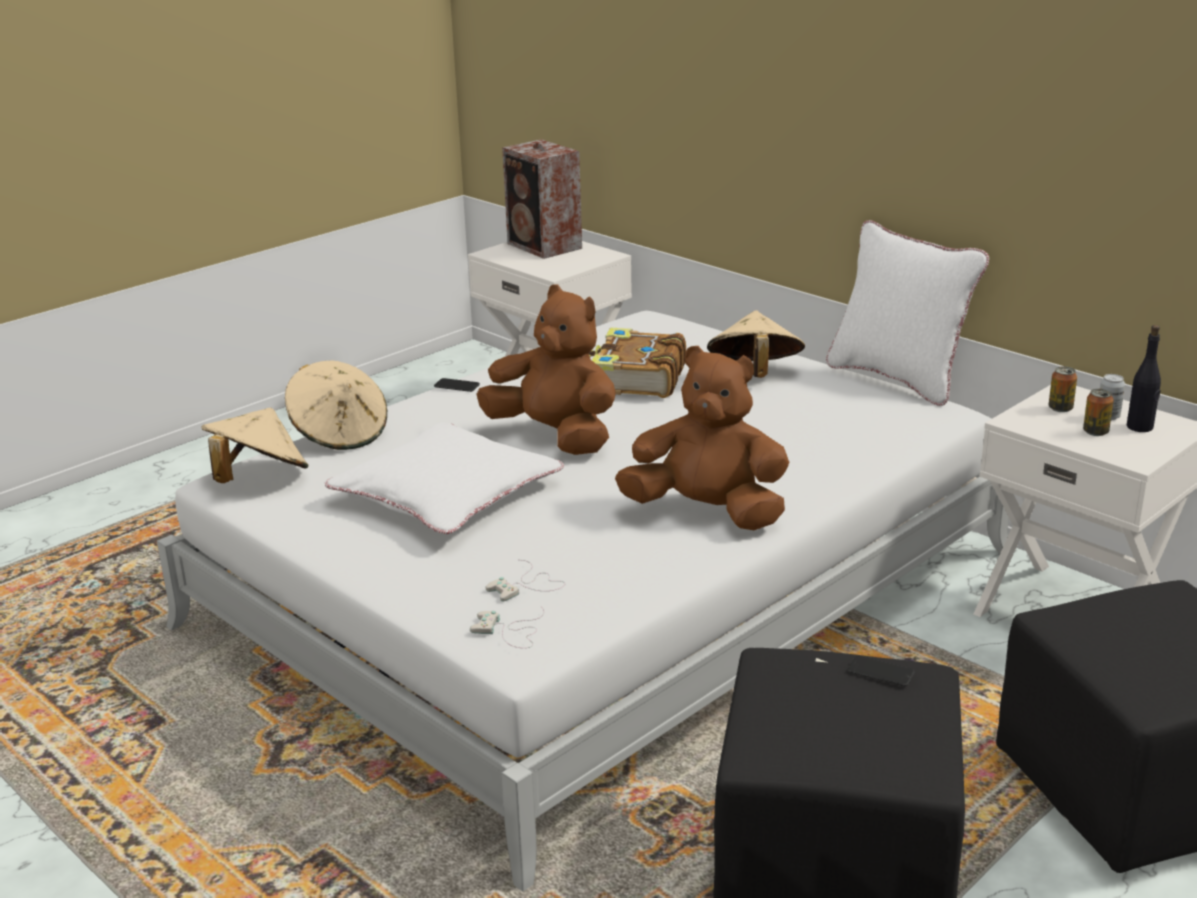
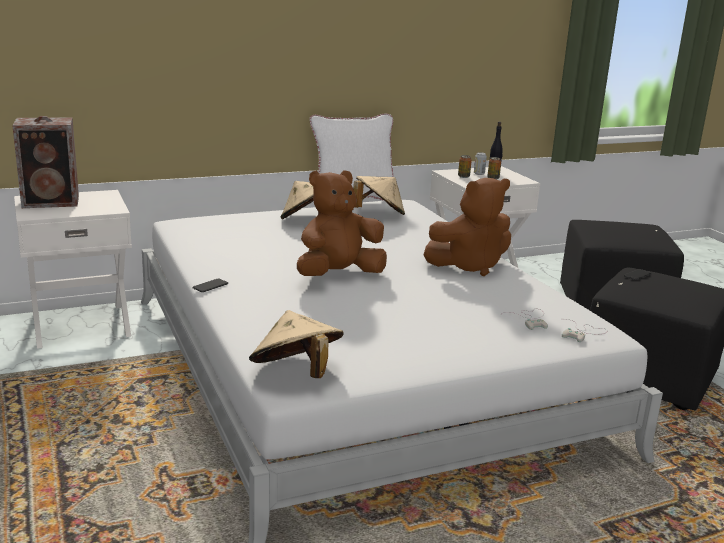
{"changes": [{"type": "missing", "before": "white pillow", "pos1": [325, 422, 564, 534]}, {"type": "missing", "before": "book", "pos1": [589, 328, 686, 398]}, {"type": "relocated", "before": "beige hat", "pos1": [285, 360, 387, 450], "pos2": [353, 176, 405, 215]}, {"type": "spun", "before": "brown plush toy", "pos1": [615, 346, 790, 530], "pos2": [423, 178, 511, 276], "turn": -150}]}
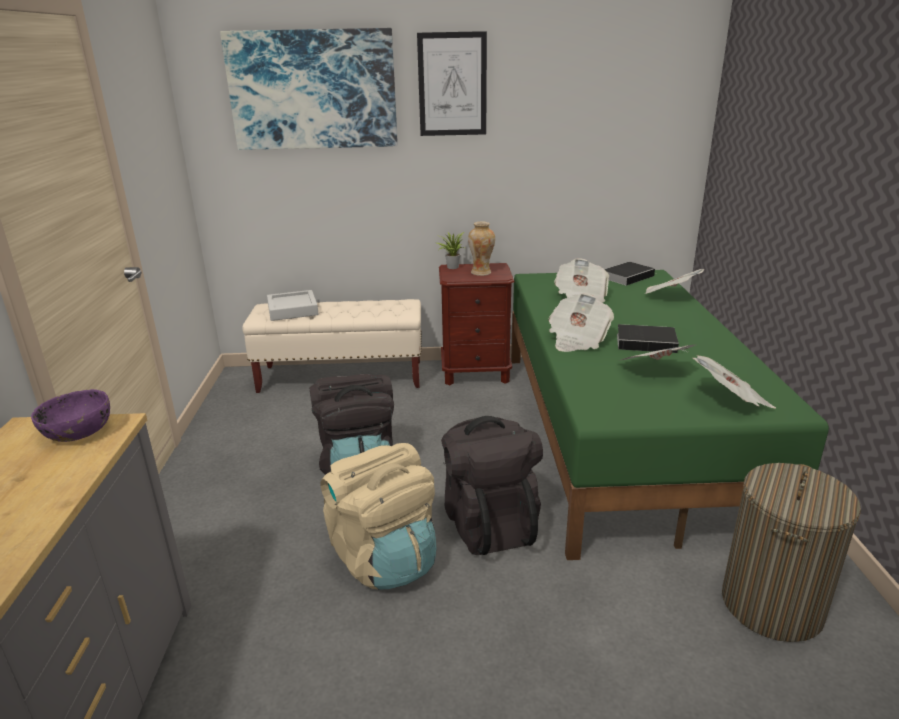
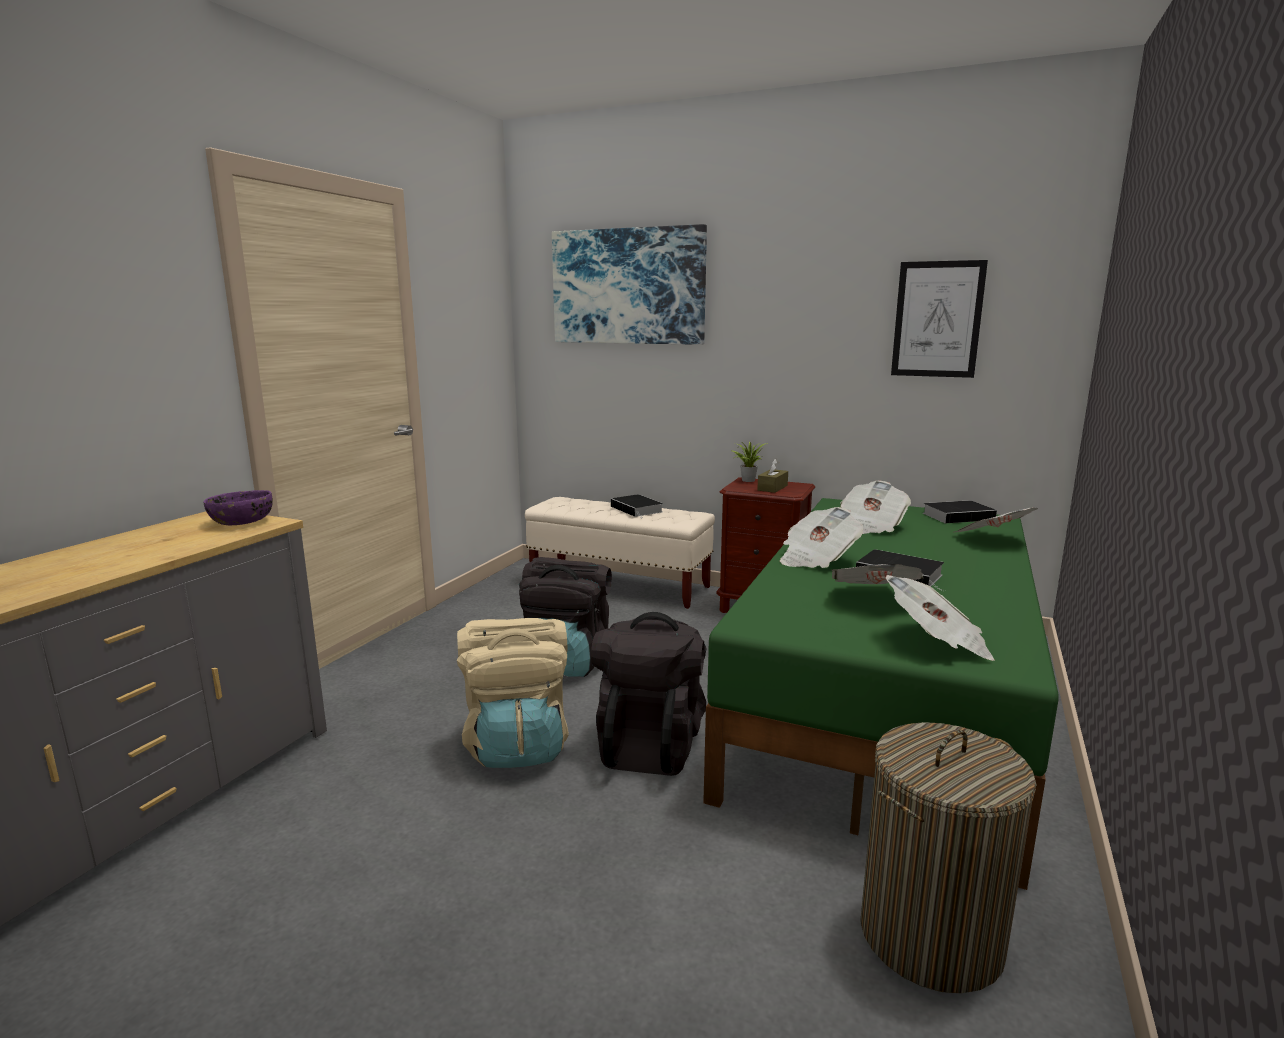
{"changes": [{"type": "missing", "before": "grey tray", "pos1": [267, 290, 318, 321]}, {"type": "appeared", "after": "book", "pos2": [611, 494, 663, 518]}, {"type": "relocated", "before": "picture", "pos1": [417, 31, 487, 136], "pos2": [891, 260, 988, 378]}, {"type": "exchanged", "before": "vase", "after": "brown tissue box", "pos1": [468, 222, 495, 276], "pos2": [757, 458, 788, 493]}]}
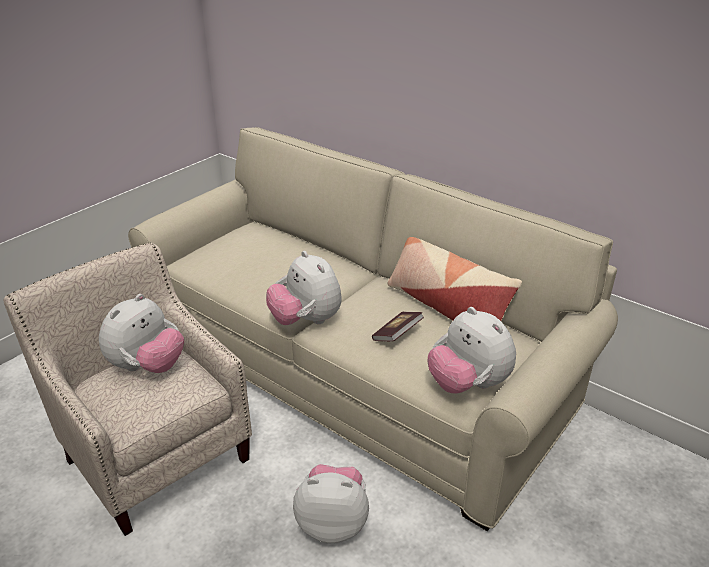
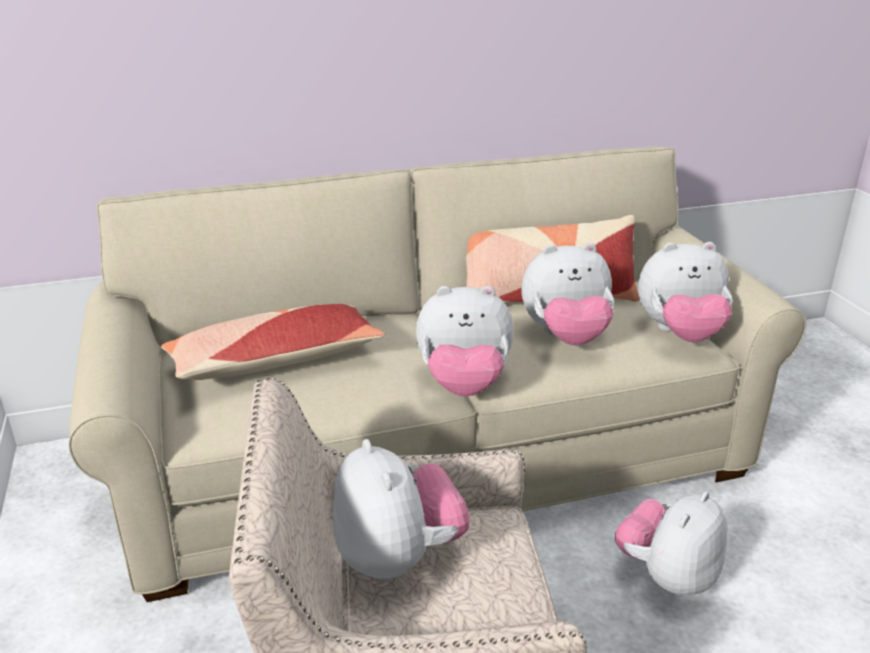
{"changes": [{"type": "appeared", "after": "pillow", "pos2": [161, 304, 386, 380]}, {"type": "exchanged", "before": "book", "after": "plush toy", "pos1": [372, 312, 424, 342], "pos2": [521, 243, 614, 345]}]}
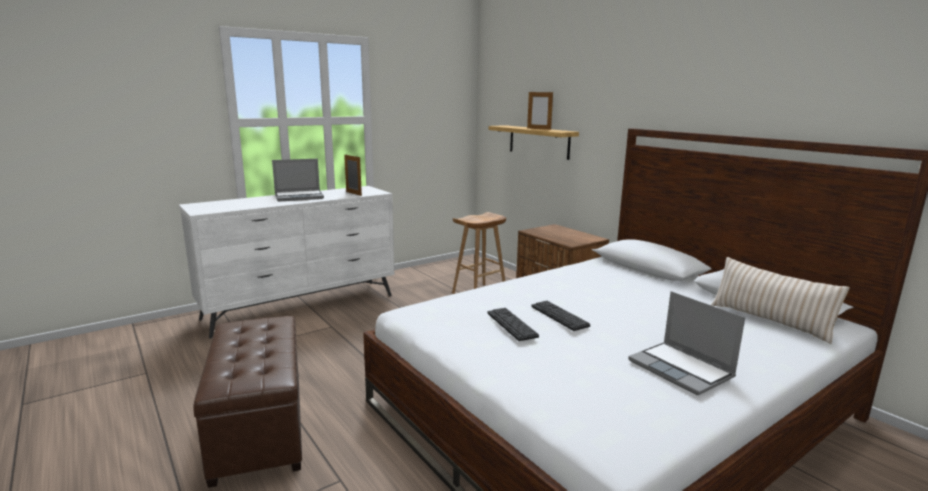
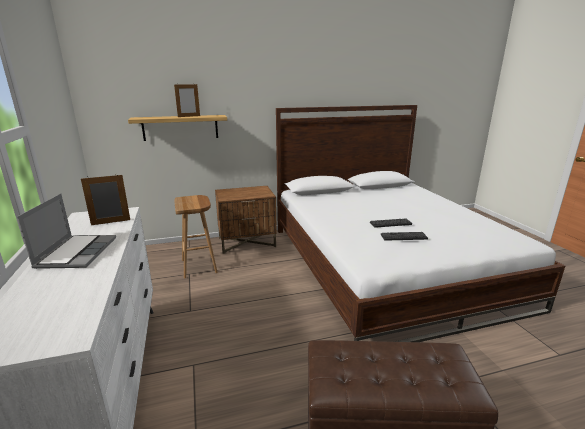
{"changes": [{"type": "missing", "before": "laptop", "pos1": [628, 291, 745, 395]}, {"type": "missing", "before": "beige pillow", "pos1": [711, 257, 850, 344]}]}
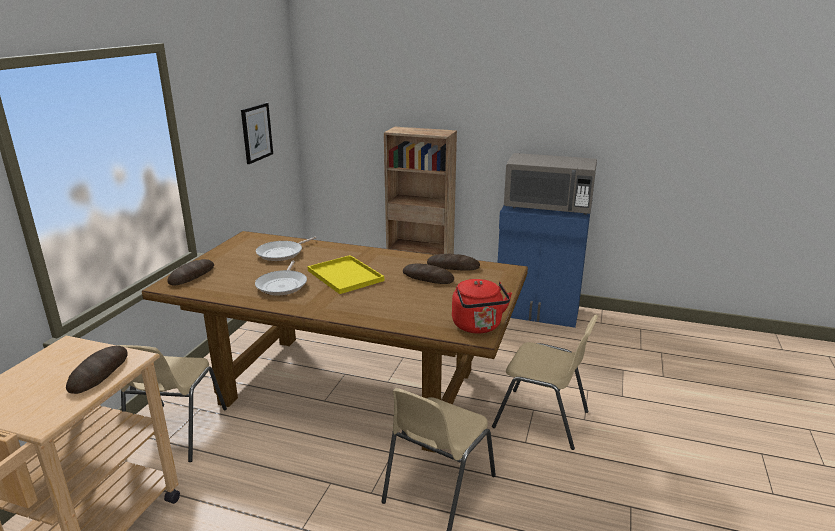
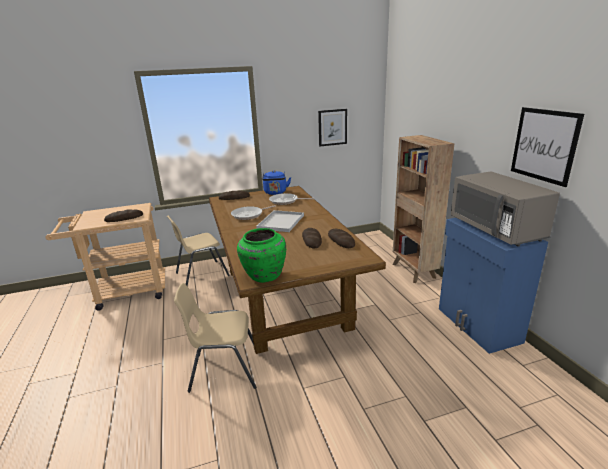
{"changes": [{"type": "missing", "before": "beige chair", "pos1": [492, 315, 598, 450]}, {"type": "appeared", "after": "blue kettle", "pos2": [262, 170, 291, 195]}, {"type": "appeared", "after": "picture", "pos2": [511, 107, 584, 187]}, {"type": "exchanged", "before": "red kettle", "after": "green vase", "pos1": [452, 279, 512, 333], "pos2": [237, 228, 286, 283]}, {"type": "colour", "before": "yellow tray", "after": "white tray", "pos1": [307, 255, 384, 294], "pos2": [256, 210, 304, 232]}]}
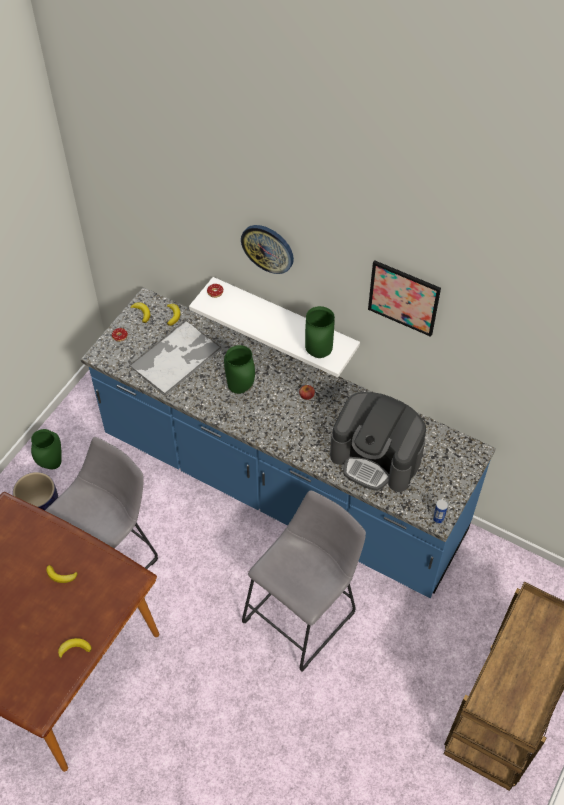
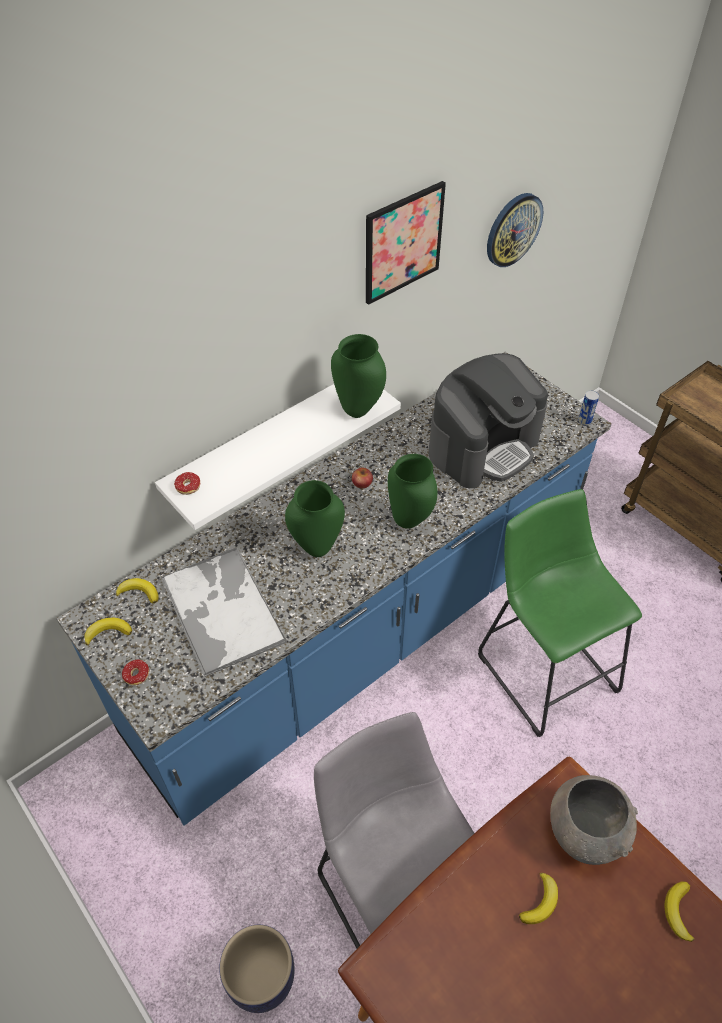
{"changes": [{"type": "appeared", "after": "grey bowl", "pos2": [550, 775, 638, 865]}, {"type": "relocated", "before": "green vase", "pos1": [31, 429, 62, 469], "pos2": [388, 454, 437, 529]}, {"type": "relocated", "before": "wall clock", "pos1": [241, 225, 294, 274], "pos2": [487, 193, 543, 267]}, {"type": "colour", "before": "grey stool", "after": "green stool", "pos1": [242, 491, 366, 671], "pos2": [478, 489, 642, 737]}]}
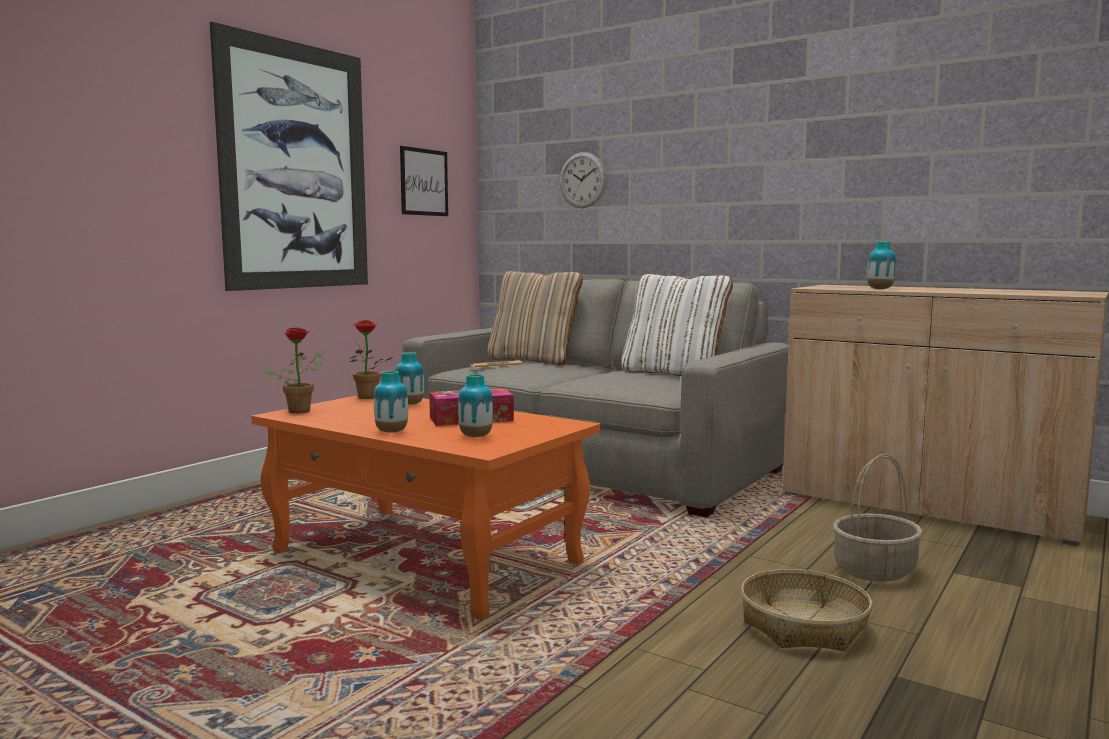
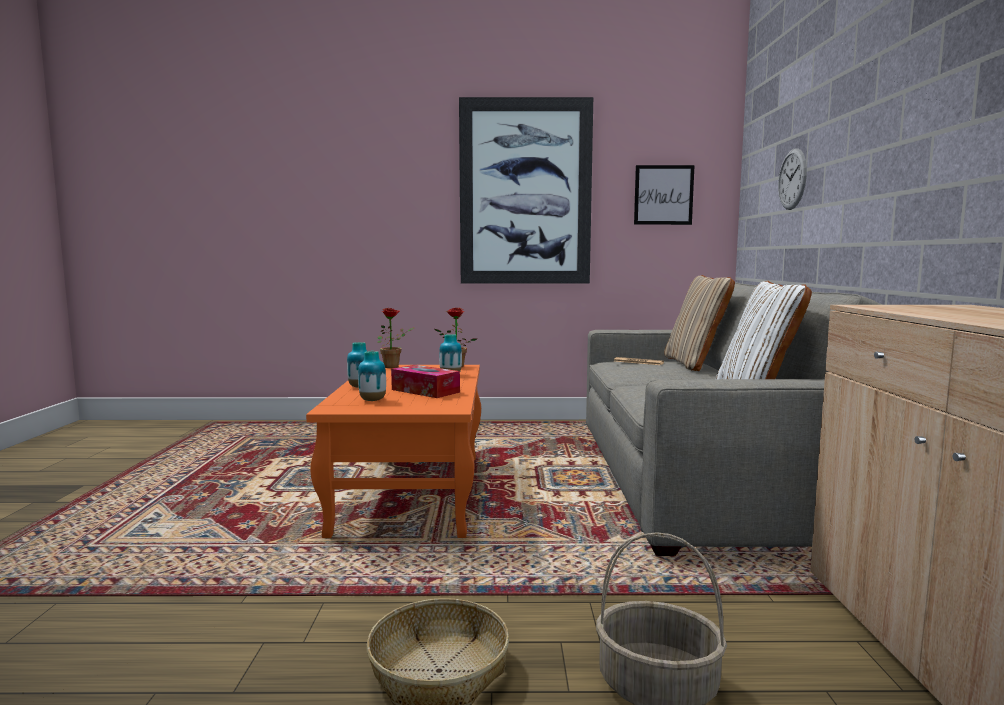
{"changes": [{"type": "missing", "before": "vase", "pos1": [867, 242, 896, 289]}]}
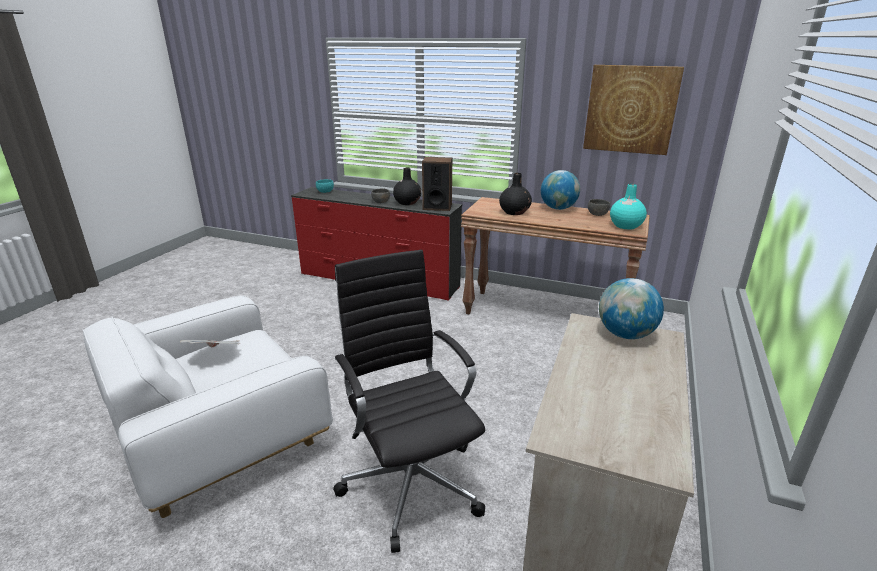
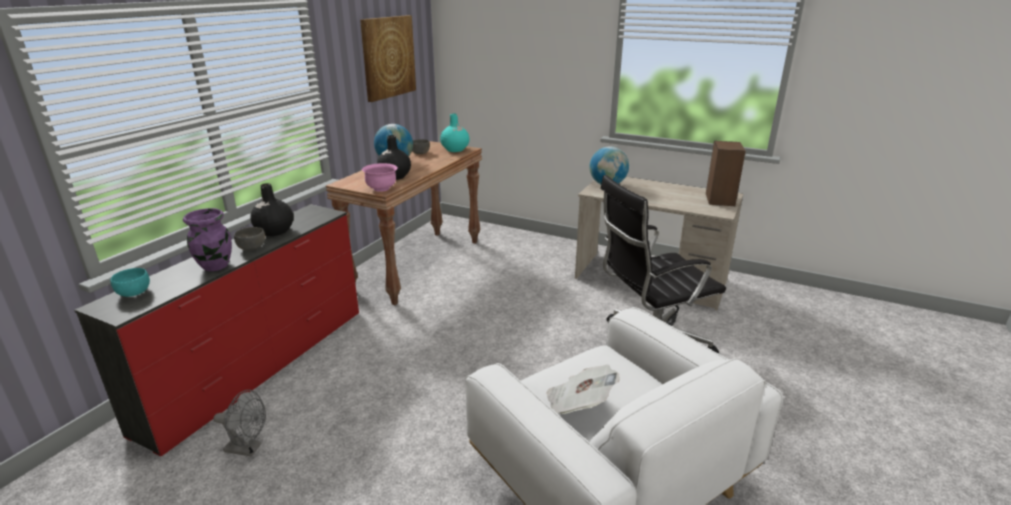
{"changes": [{"type": "appeared", "after": "purple vase", "pos2": [183, 208, 232, 271]}, {"type": "appeared", "after": "grey fan", "pos2": [214, 390, 266, 457]}, {"type": "appeared", "after": "pink bowl", "pos2": [362, 163, 398, 192]}, {"type": "relocated", "before": "speaker", "pos1": [422, 157, 452, 211], "pos2": [706, 141, 746, 206]}]}
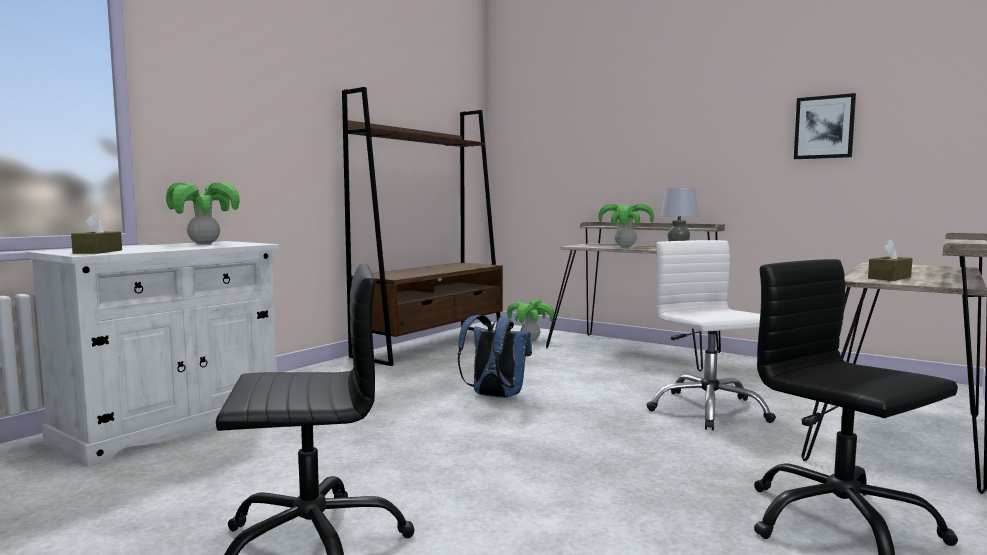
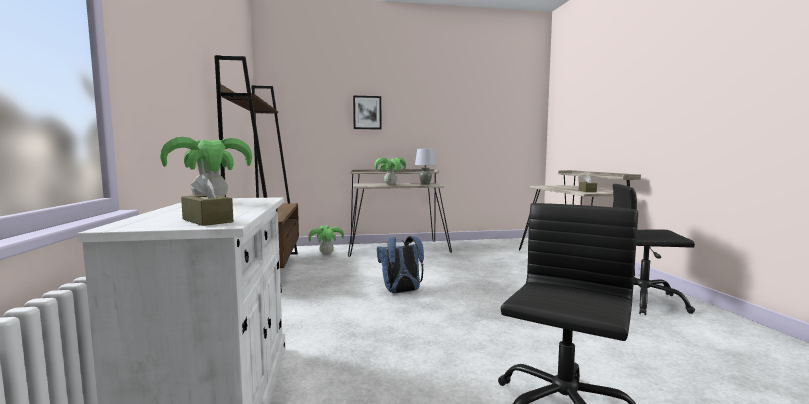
{"changes": [{"type": "missing", "before": "white office chair", "pos1": [647, 240, 776, 430]}, {"type": "relocated", "before": "picture", "pos1": [794, 93, 856, 159], "pos2": [353, 96, 382, 129]}]}
